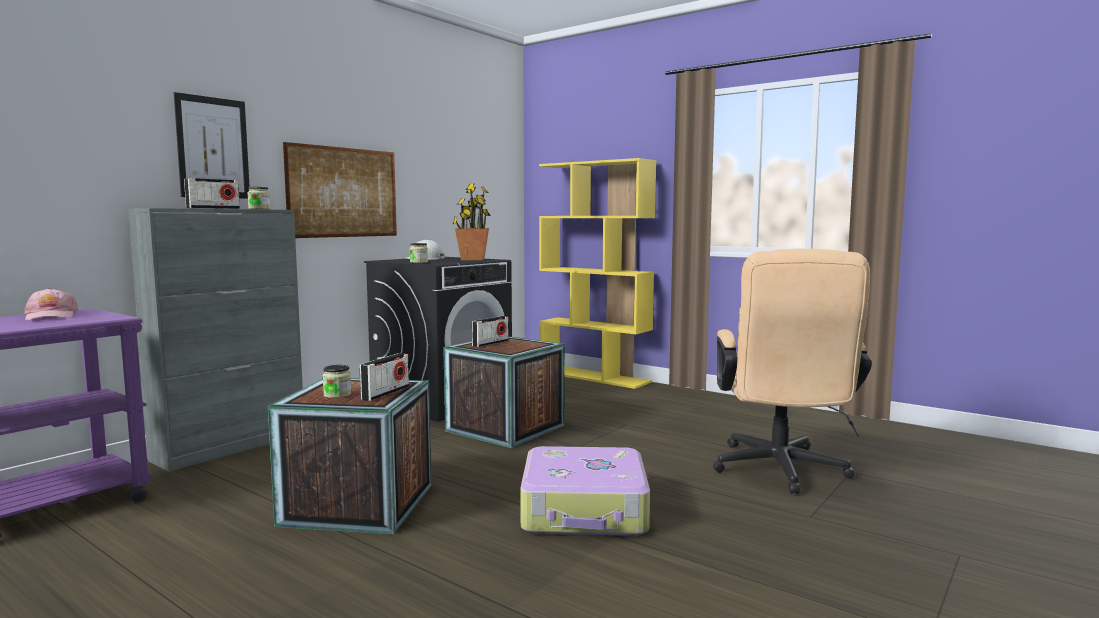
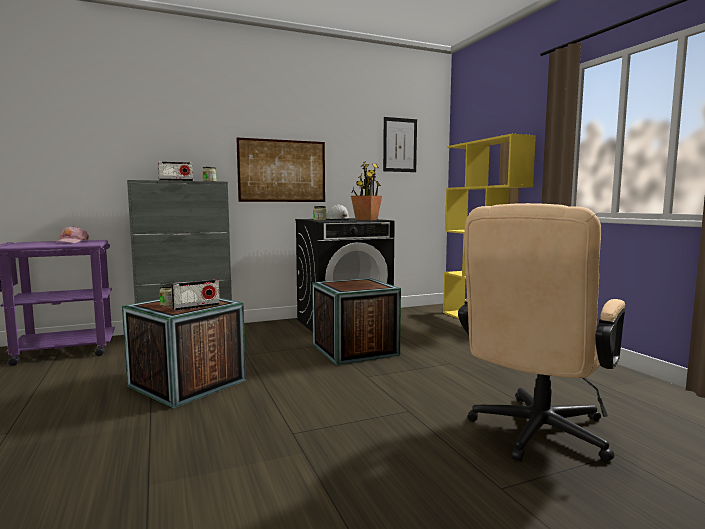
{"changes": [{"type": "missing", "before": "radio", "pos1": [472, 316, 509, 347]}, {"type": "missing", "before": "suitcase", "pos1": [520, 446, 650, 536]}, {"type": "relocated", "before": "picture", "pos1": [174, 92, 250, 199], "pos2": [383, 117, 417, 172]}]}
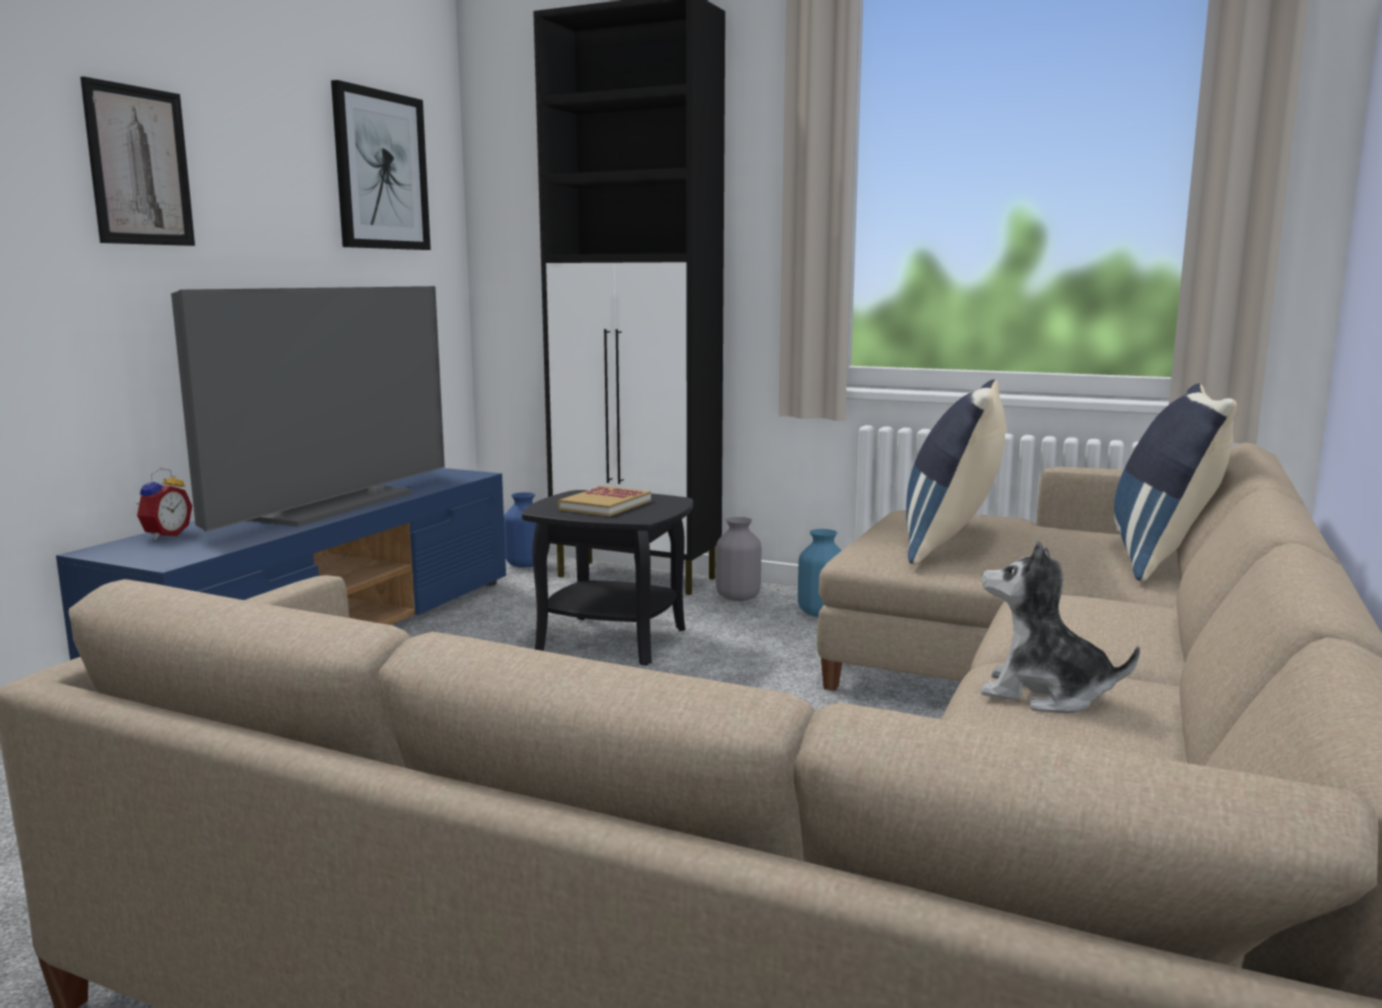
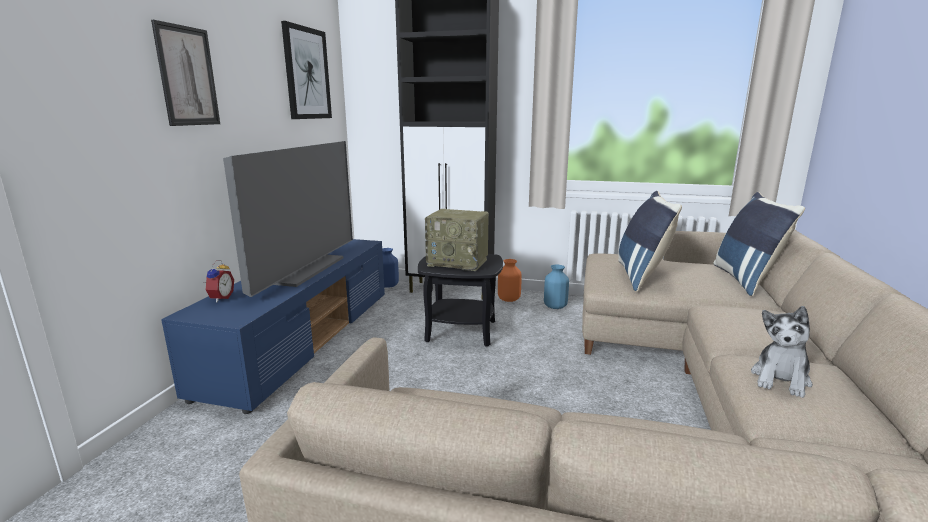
{"changes": [{"type": "exchanged", "before": "book", "after": "radio", "pos1": [558, 486, 651, 517], "pos2": [425, 209, 489, 271]}, {"type": "colour", "before": "grey vase", "after": "orange vase", "pos1": [716, 517, 761, 601], "pos2": [498, 259, 522, 302]}, {"type": "spun", "before": "plush toy", "pos1": [981, 540, 1140, 713], "pos2": [751, 306, 813, 398], "turn": -75}]}
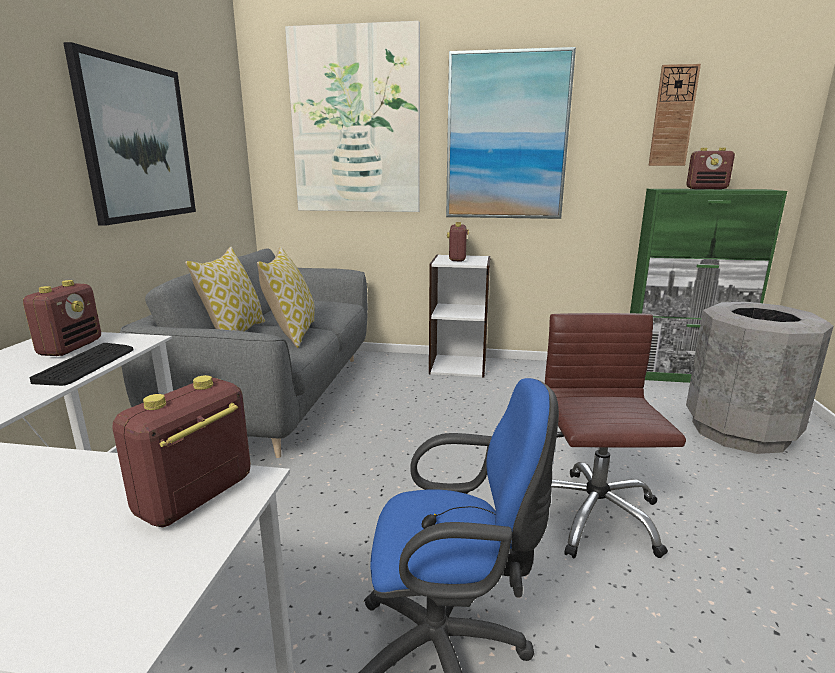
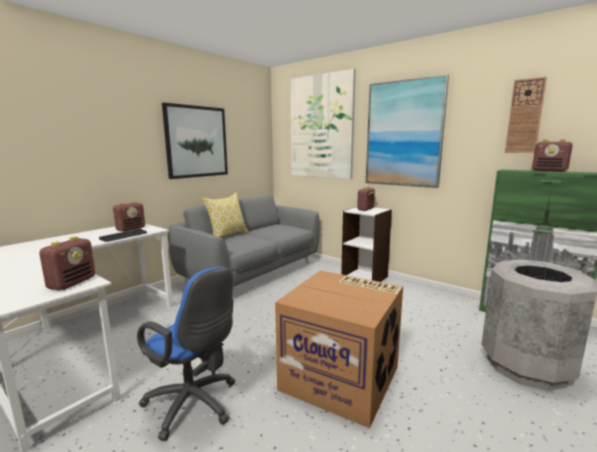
{"changes": [{"type": "missing", "before": "pillow", "pos1": [257, 247, 315, 348]}, {"type": "exchanged", "before": "brown office chair", "after": "cardboard box", "pos1": [545, 313, 686, 558], "pos2": [275, 270, 403, 428]}, {"type": "spun", "before": "radio", "pos1": [112, 375, 251, 527], "pos2": [39, 236, 95, 290], "turn": 135}]}
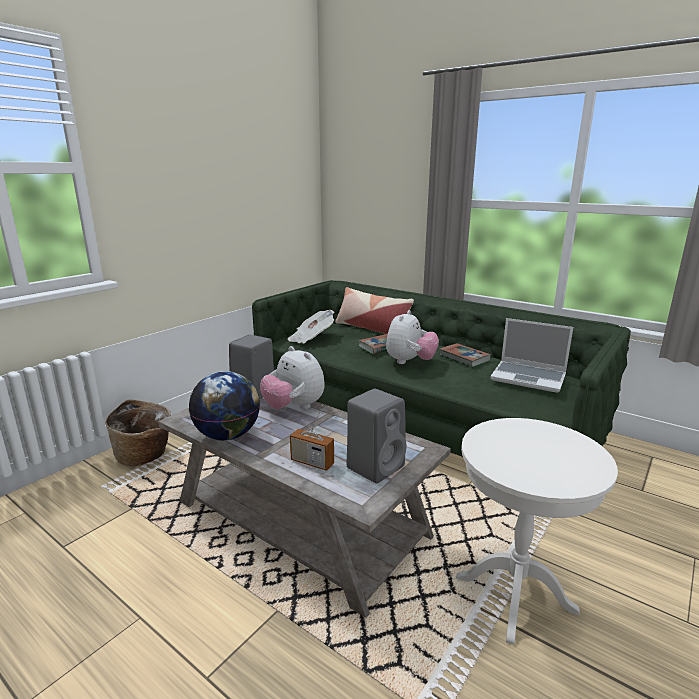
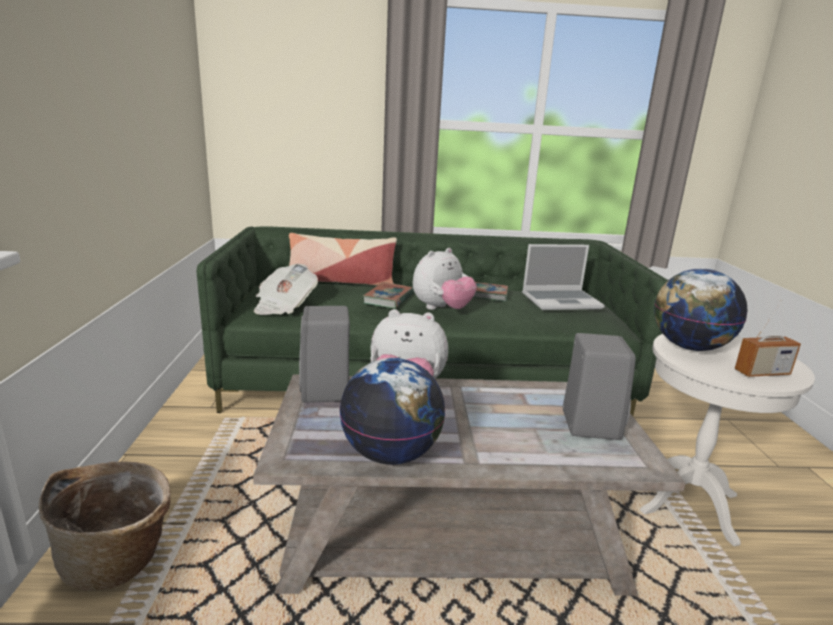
{"changes": [{"type": "appeared", "after": "globe", "pos2": [654, 269, 747, 351]}, {"type": "relocated", "before": "radio", "pos1": [290, 405, 334, 471], "pos2": [735, 300, 801, 377]}, {"type": "spun", "before": "plush toy", "pos1": [386, 310, 439, 364], "pos2": [413, 248, 477, 310], "turn": 60}]}
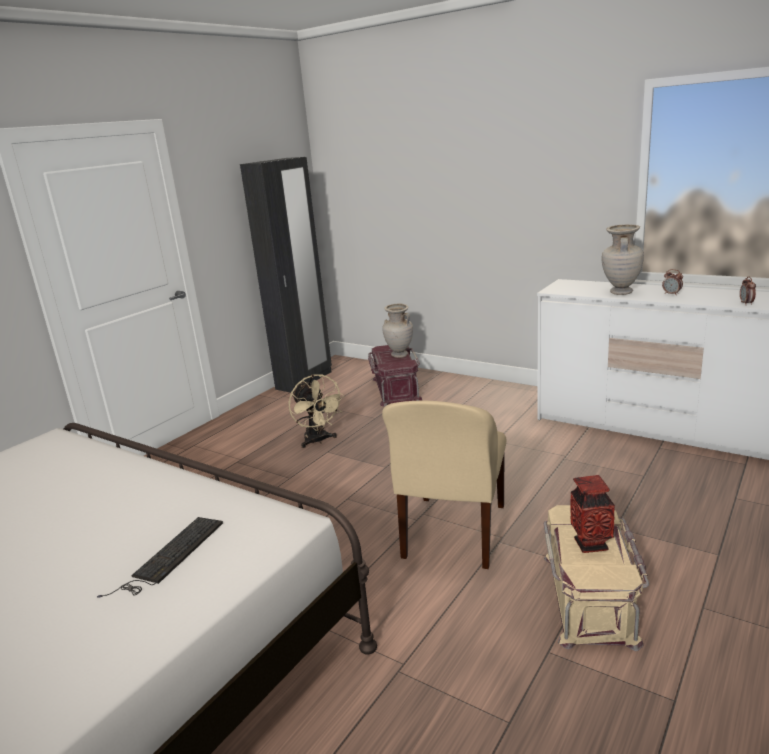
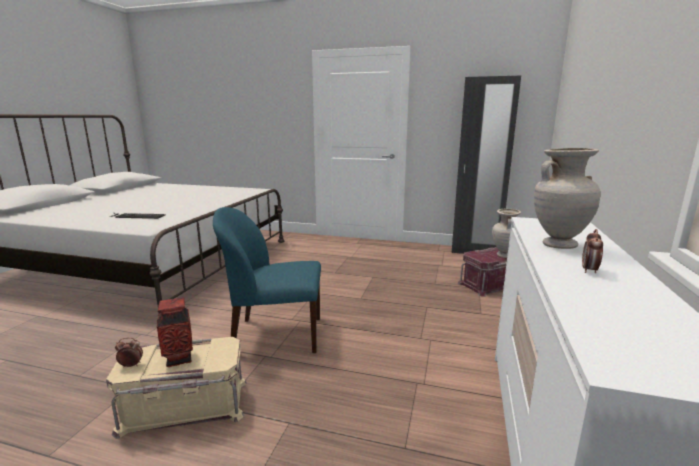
{"changes": [{"type": "missing", "before": "beige fan", "pos1": [288, 374, 345, 448]}, {"type": "relocated", "before": "alarm clock", "pos1": [740, 277, 756, 305], "pos2": [115, 337, 143, 368]}, {"type": "colour", "before": "beige chair", "after": "blue chair", "pos1": [382, 401, 506, 569], "pos2": [213, 207, 321, 353]}]}
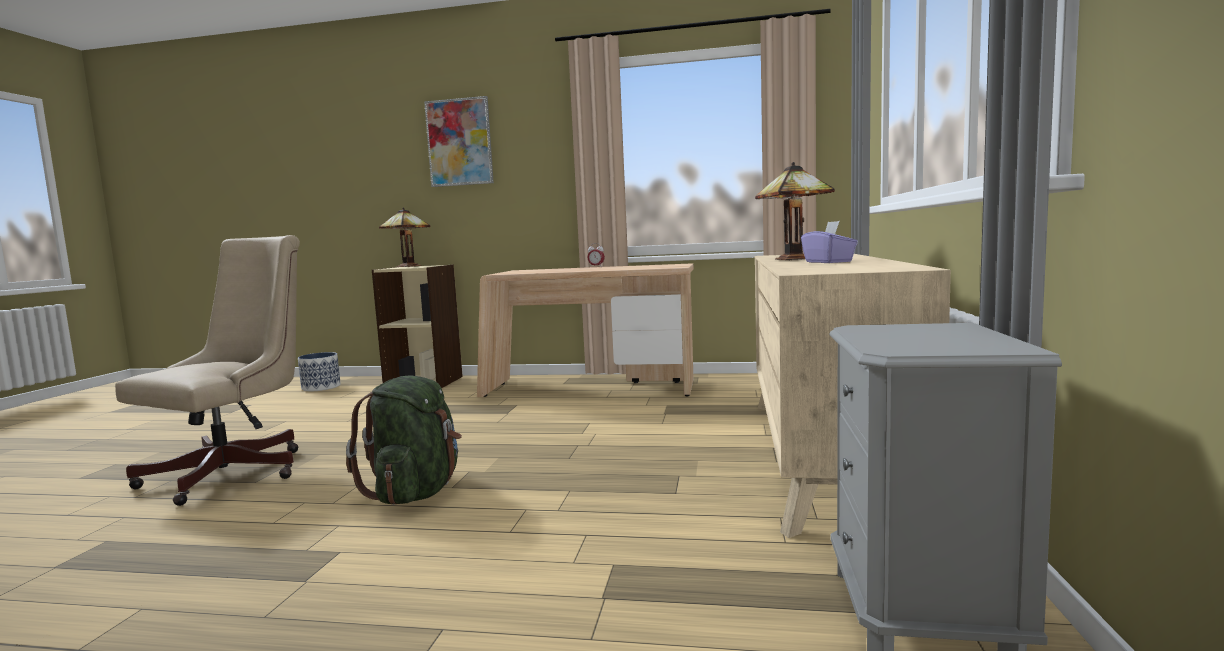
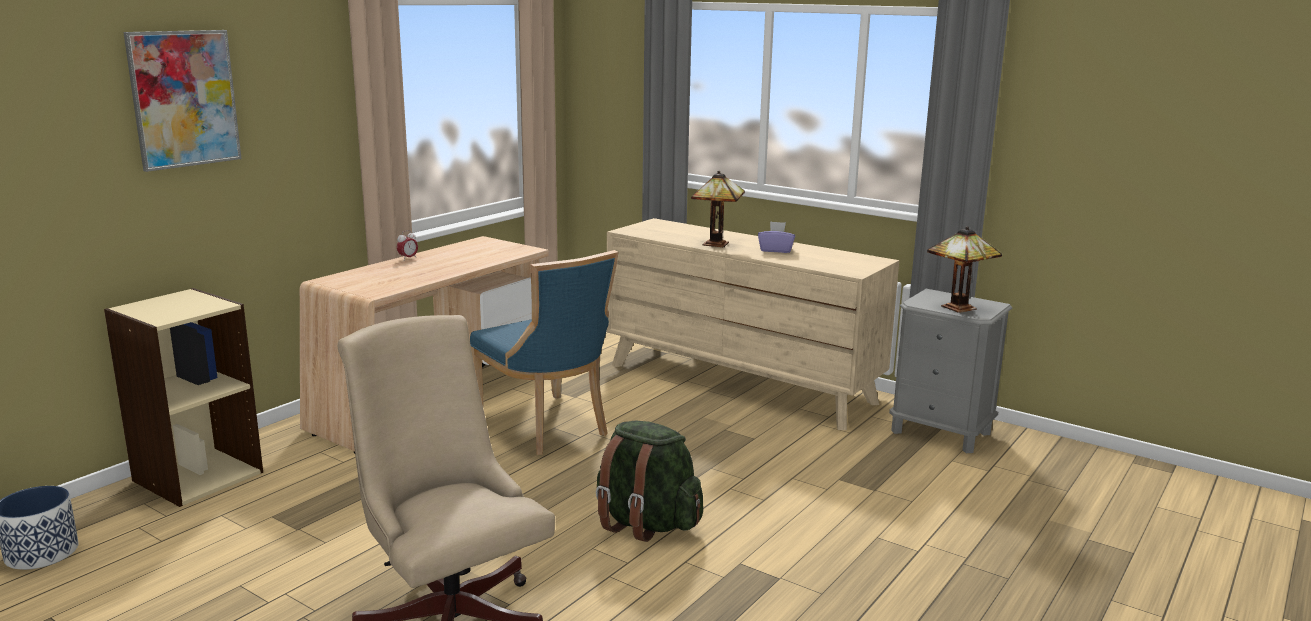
{"changes": [{"type": "appeared", "after": "blue chair", "pos2": [470, 250, 619, 455]}, {"type": "relocated", "before": "table lamp", "pos1": [379, 208, 431, 267], "pos2": [927, 226, 1002, 313]}]}
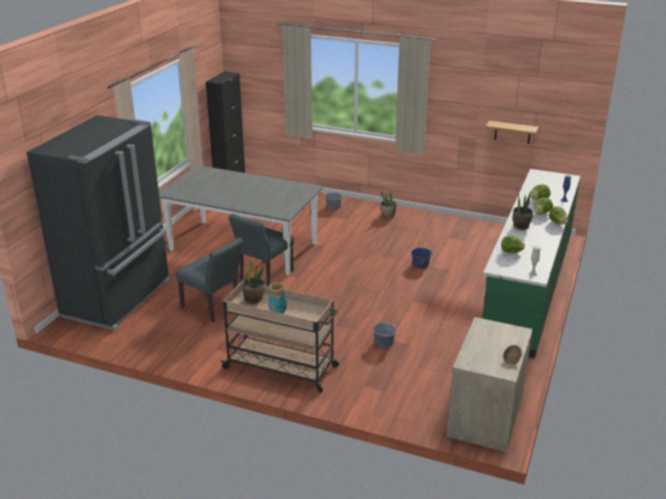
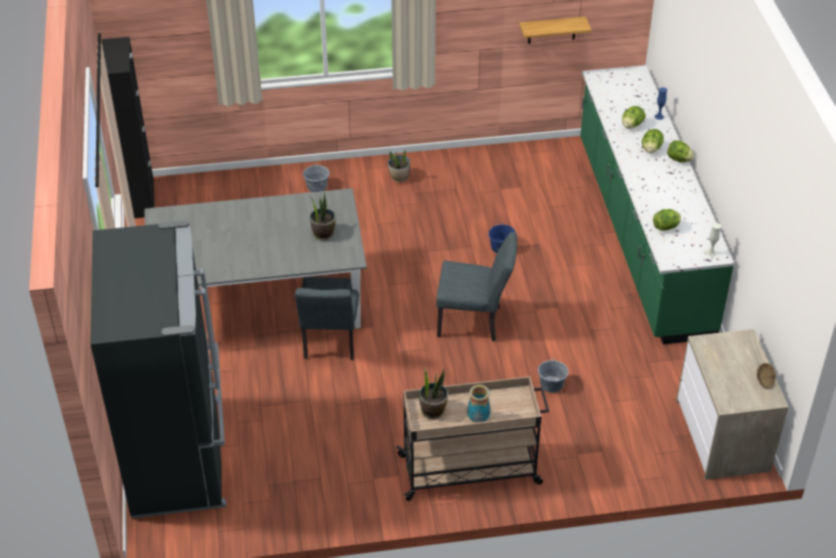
{"changes": [{"type": "relocated", "before": "grey chair", "pos1": [176, 238, 243, 322], "pos2": [436, 232, 517, 341]}, {"type": "relocated", "before": "potted plant", "pos1": [513, 193, 533, 230], "pos2": [310, 192, 336, 240]}]}
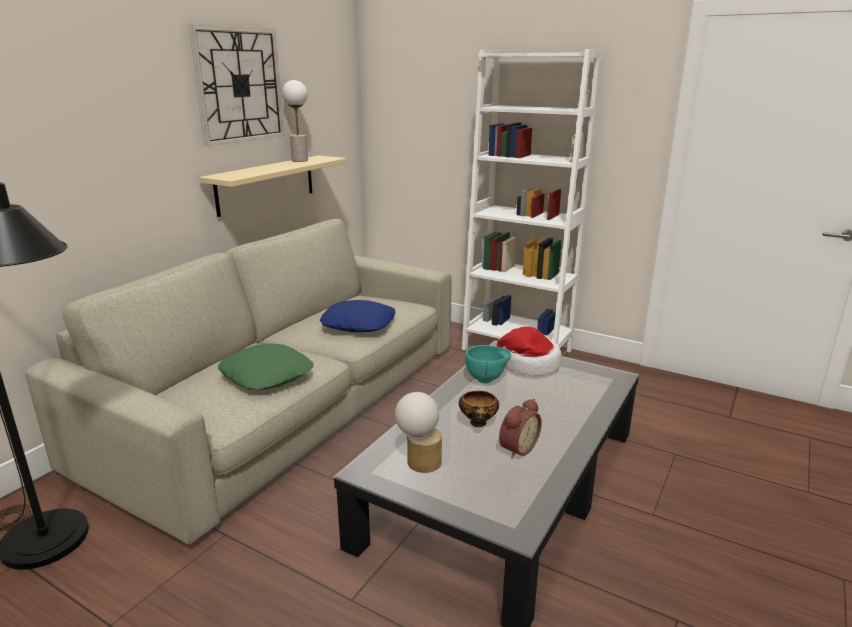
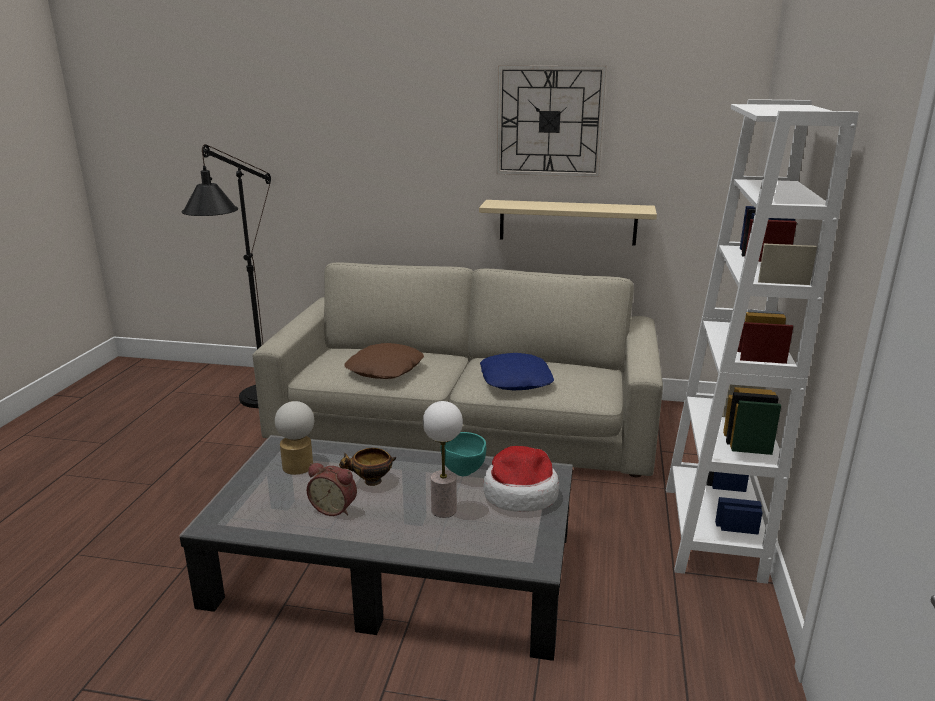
{"changes": [{"type": "relocated", "before": "table lamp", "pos1": [282, 80, 308, 162], "pos2": [423, 401, 463, 518]}, {"type": "colour", "before": "green pillow", "after": "brown pillow", "pos1": [218, 343, 313, 390], "pos2": [344, 343, 424, 379]}]}
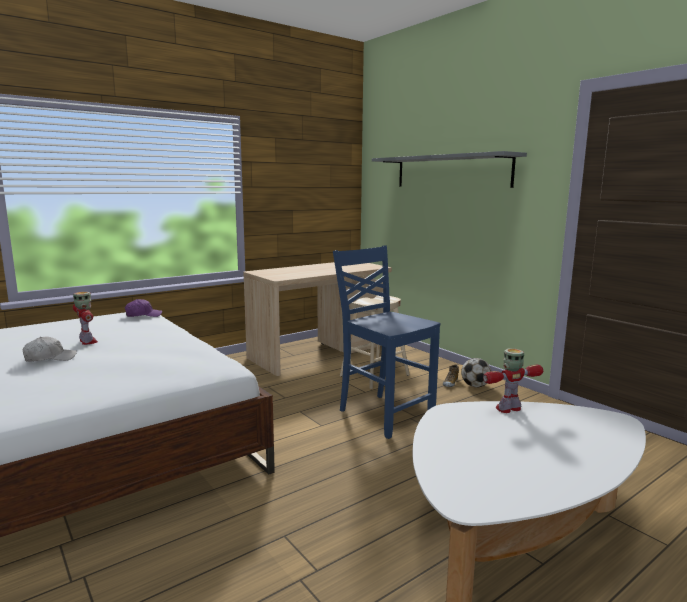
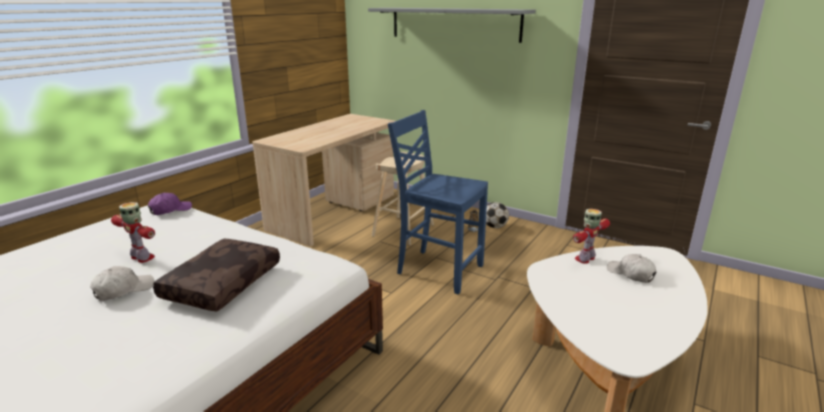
{"changes": [{"type": "appeared", "after": "brown pillow", "pos2": [153, 239, 280, 312]}, {"type": "appeared", "after": "white cap", "pos2": [607, 254, 656, 283]}]}
